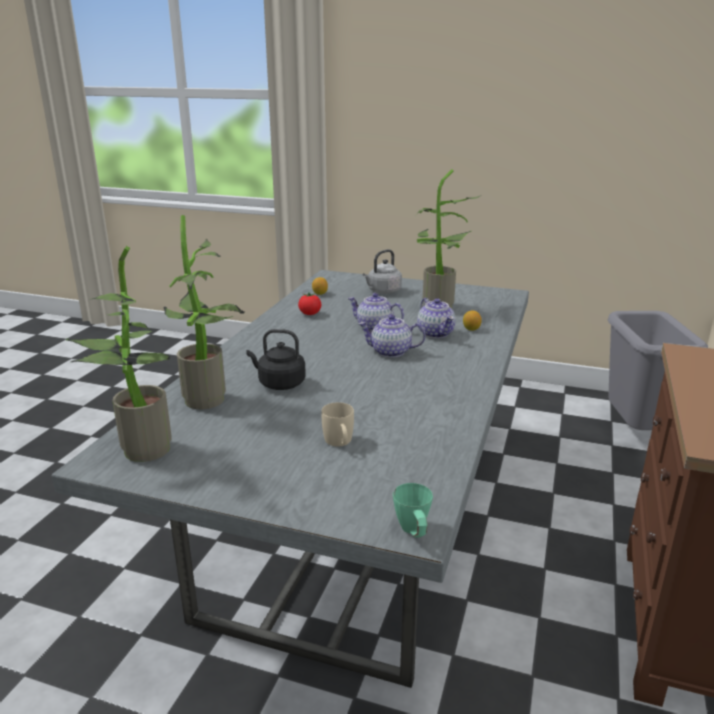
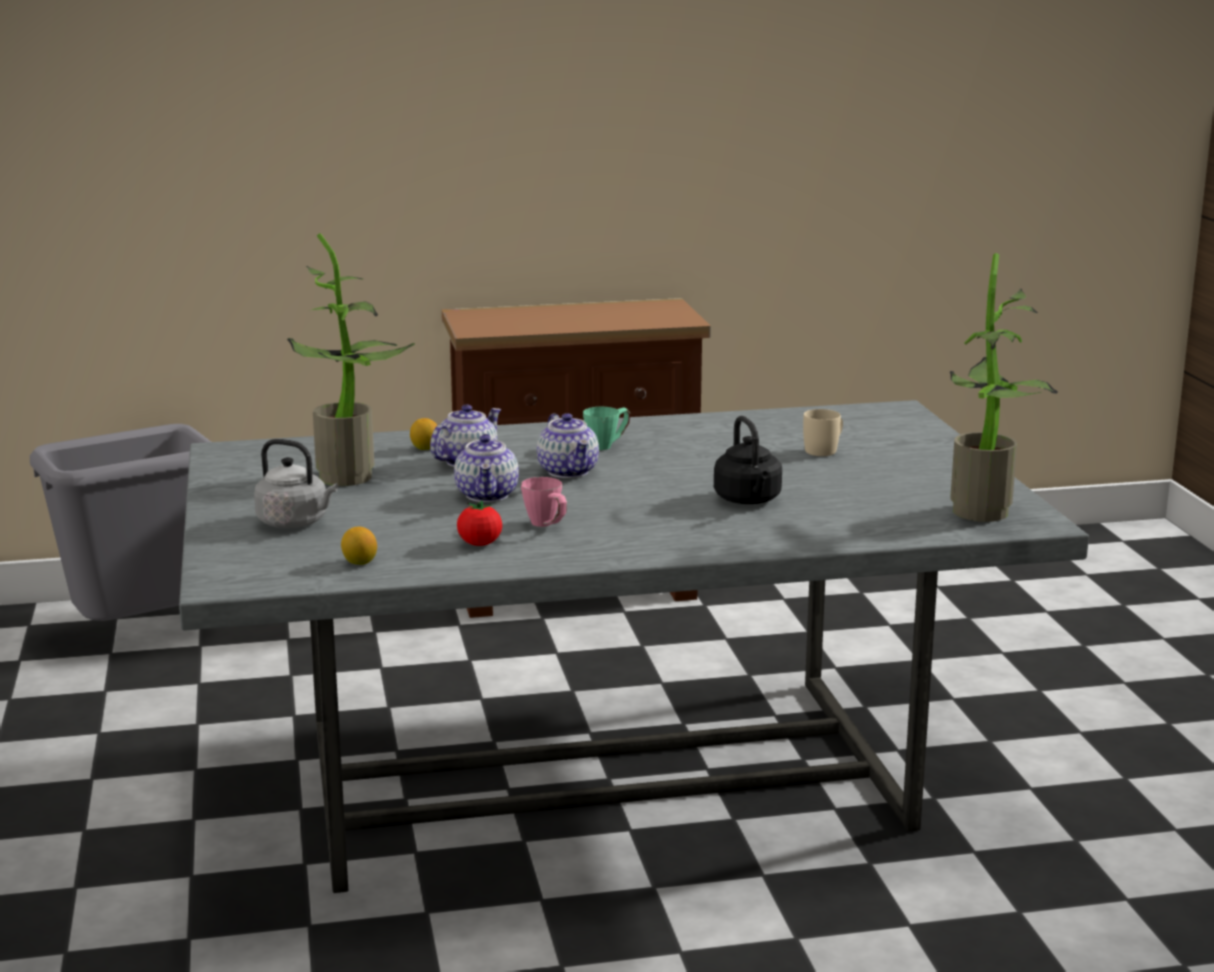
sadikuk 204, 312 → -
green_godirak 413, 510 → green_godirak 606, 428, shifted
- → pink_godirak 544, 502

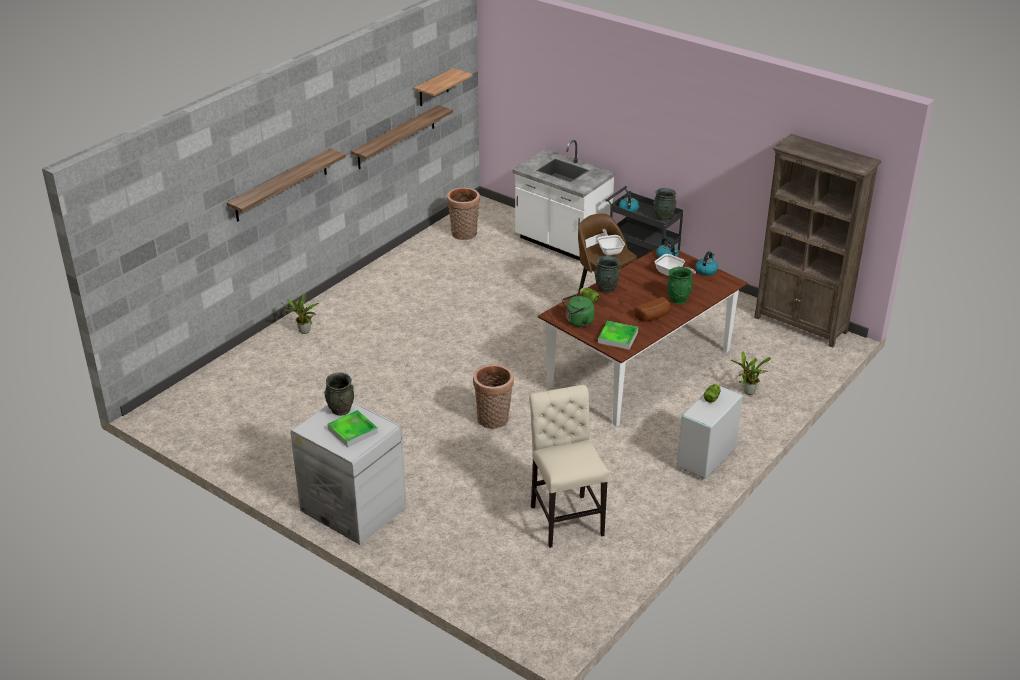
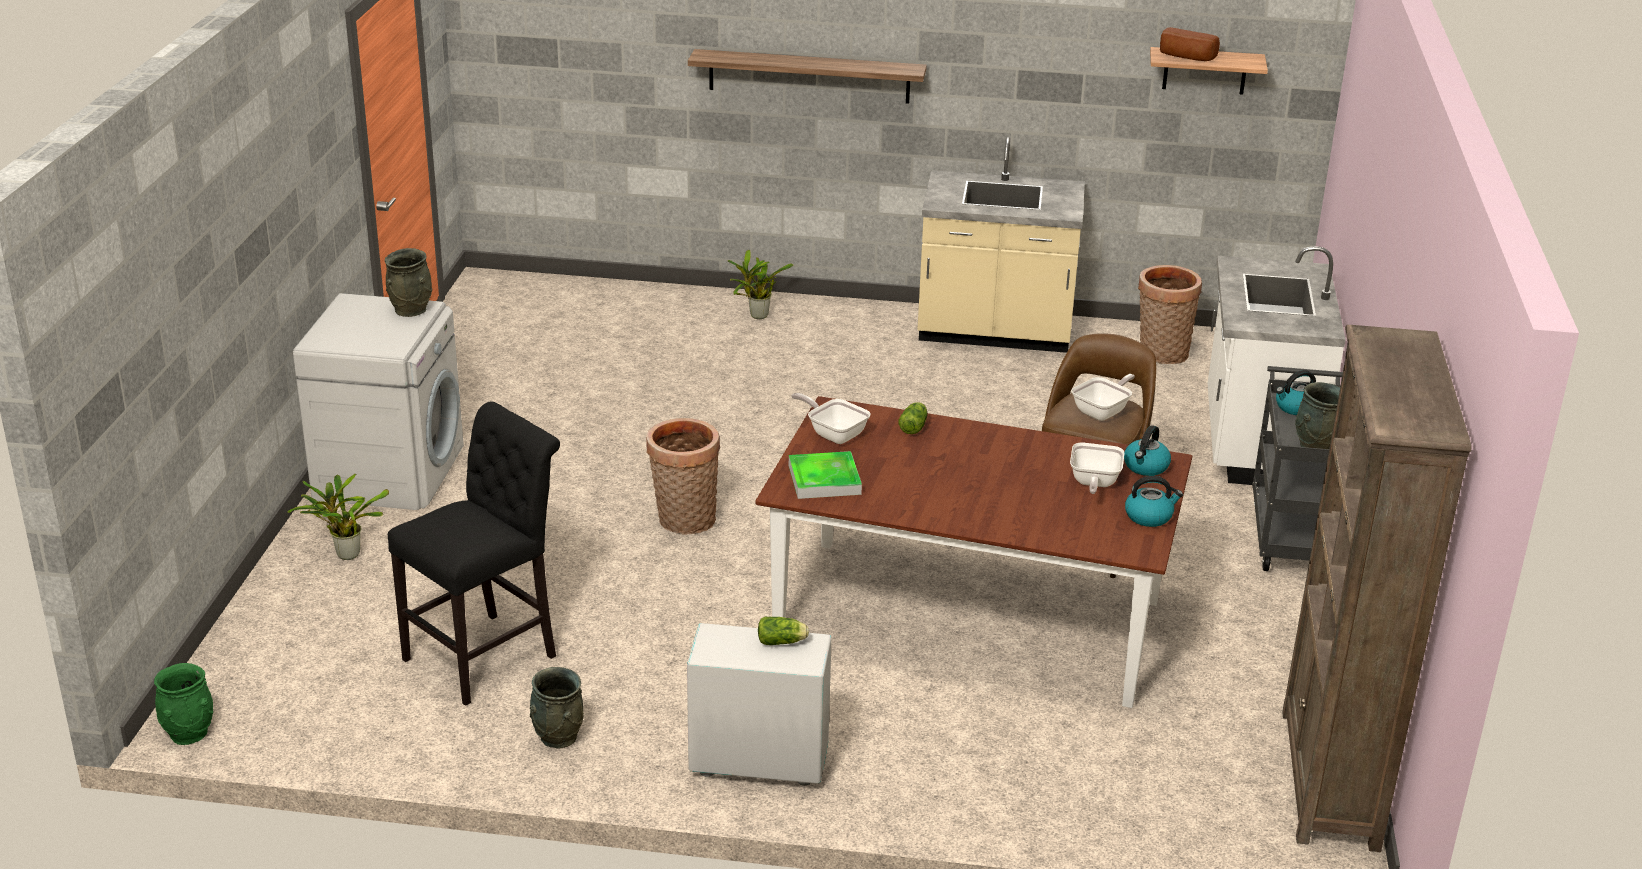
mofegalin 352, 428 → -
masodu 402, 137 → -
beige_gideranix 569, 466 → black_gideranix 474, 553
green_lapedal 578, 310 → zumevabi 831, 418
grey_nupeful 607, 274 → grey_nupeful 557, 708, shifted
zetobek 652, 309 → zetobek 1190, 44, shifted
green_nupeful 680, 285 → green_nupeful 183, 704, shifted
sadikuk 751, 373 → sadikuk 338, 517, shifted
- → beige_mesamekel 1001, 245

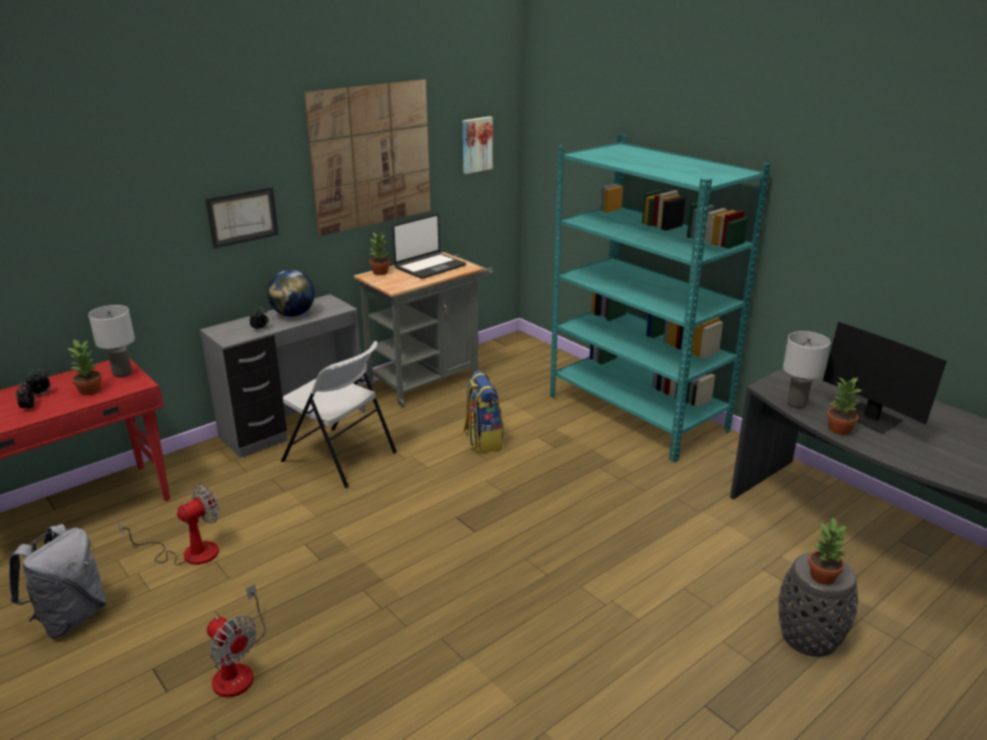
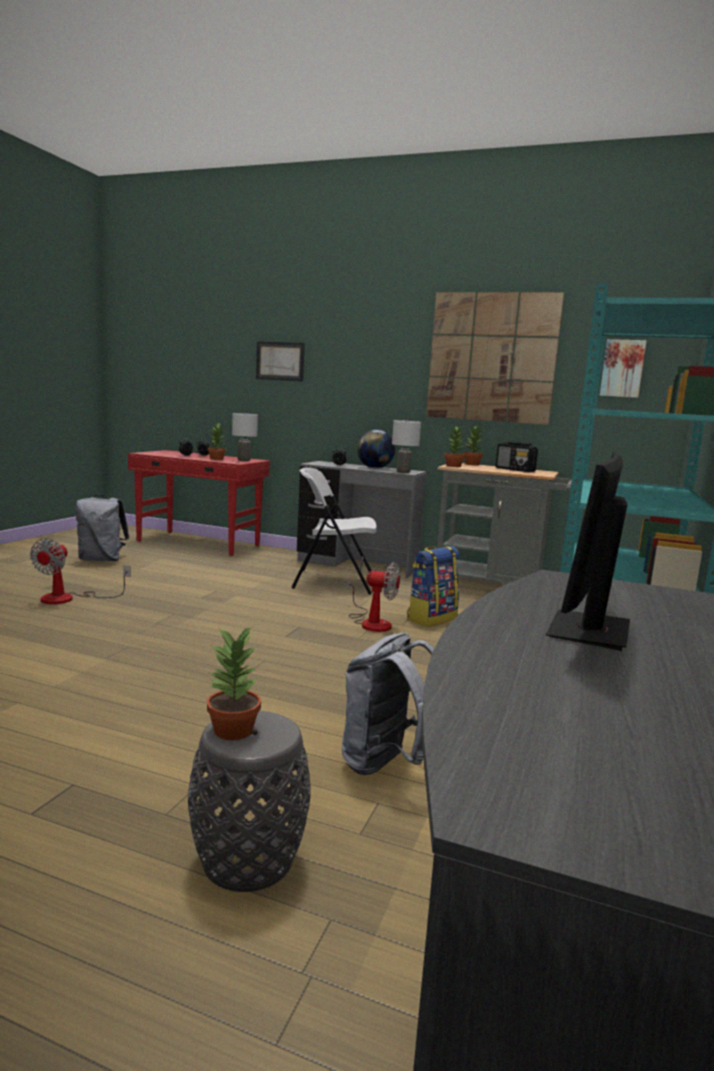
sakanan 168, 525 → sakanan 374, 597, shifted
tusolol 242, 218 → tusolol 280, 361, shifted
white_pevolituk 339, 415 → white_pevolituk 334, 531, 90 degrees clockwise
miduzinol 429, 246 → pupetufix 517, 456
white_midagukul 806, 370 → white_midagukul 406, 446, shifted
sadikuk 844, 405 → sadikuk 455, 445, shifted
- → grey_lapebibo 388, 704

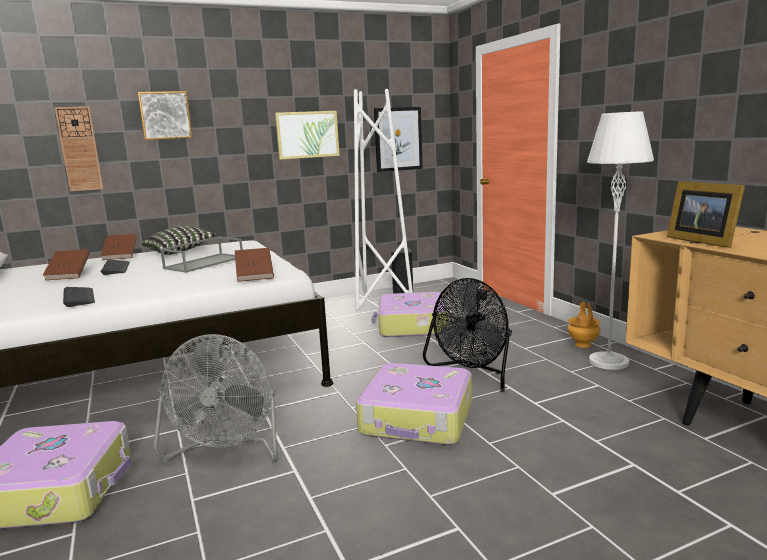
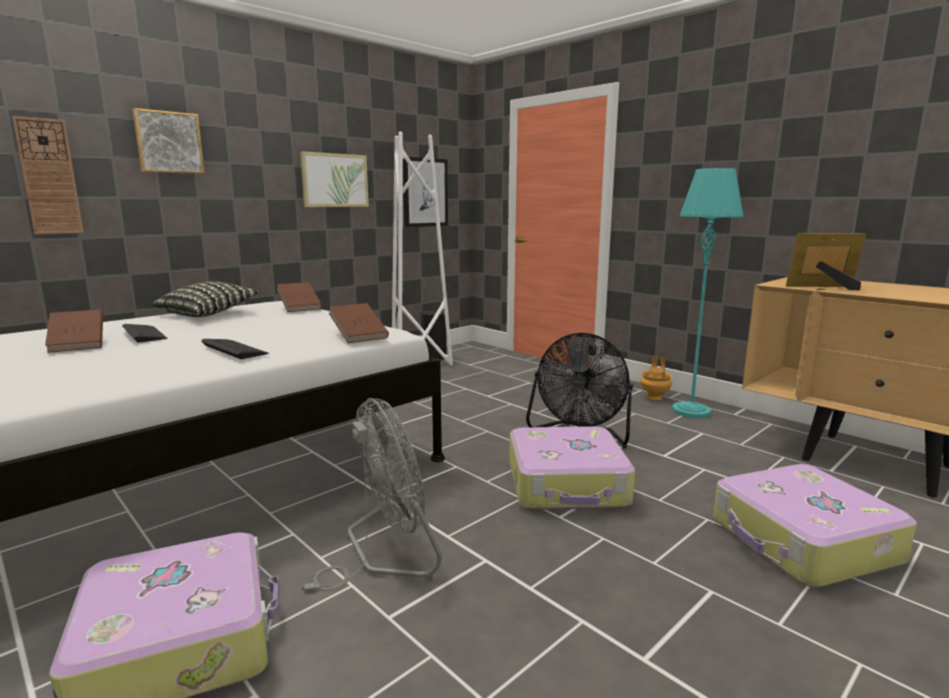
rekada 79, 297 → rekada 235, 349, shifted
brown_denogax 119, 247 → brown_denogax 299, 297, shifted
grey_sakanan 215, 400 → grey_sakanan 371, 495, 105 degrees counterclockwise
grey_mofegalin 201, 254 → -
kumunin 409, 314 → kumunin 815, 525, shifted
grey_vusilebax 620, 240 → turquoise_vusilebax 708, 293
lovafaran 706, 214 → lovafaran 826, 261, 135 degrees clockwise

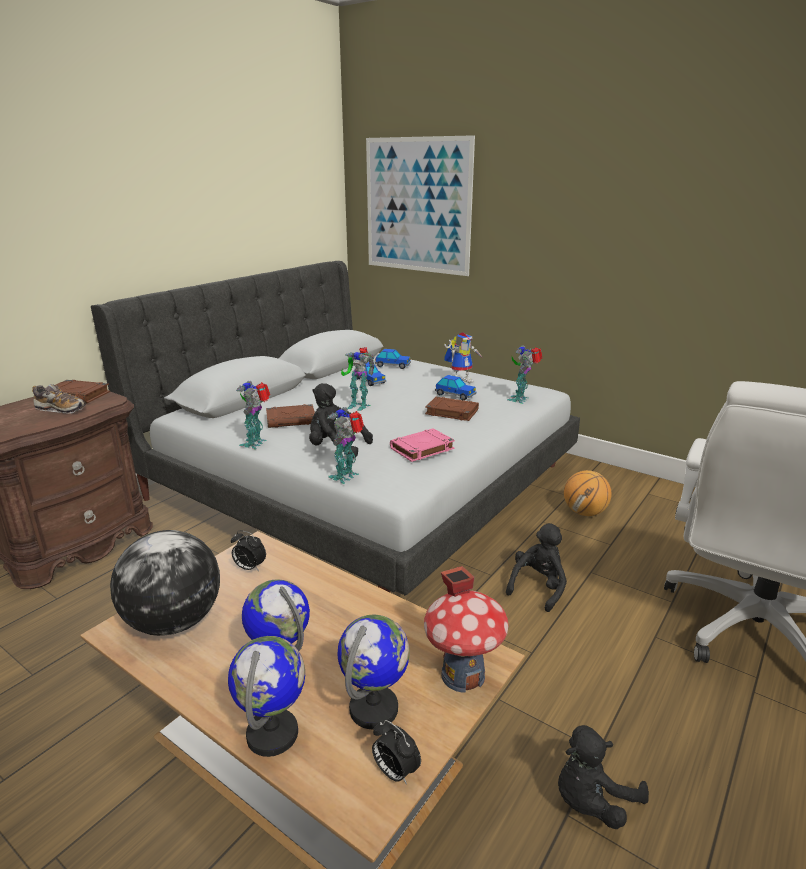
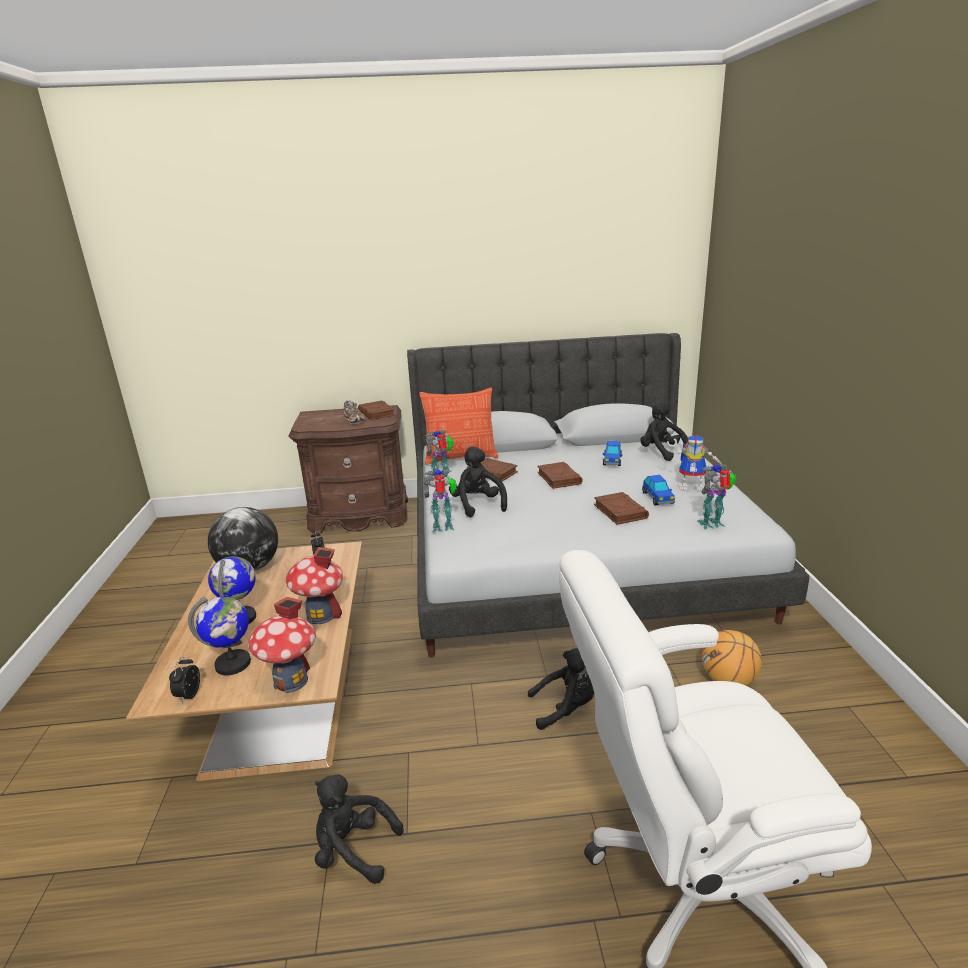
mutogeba 266, 696 → -
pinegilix 358, 379 → brown_denogax 560, 475
tusolol 420, 205 → -
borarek 393, 359 → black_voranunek 664, 431
pink_denogax 422, 445 → -
- → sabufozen 314, 585
- → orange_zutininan 458, 426

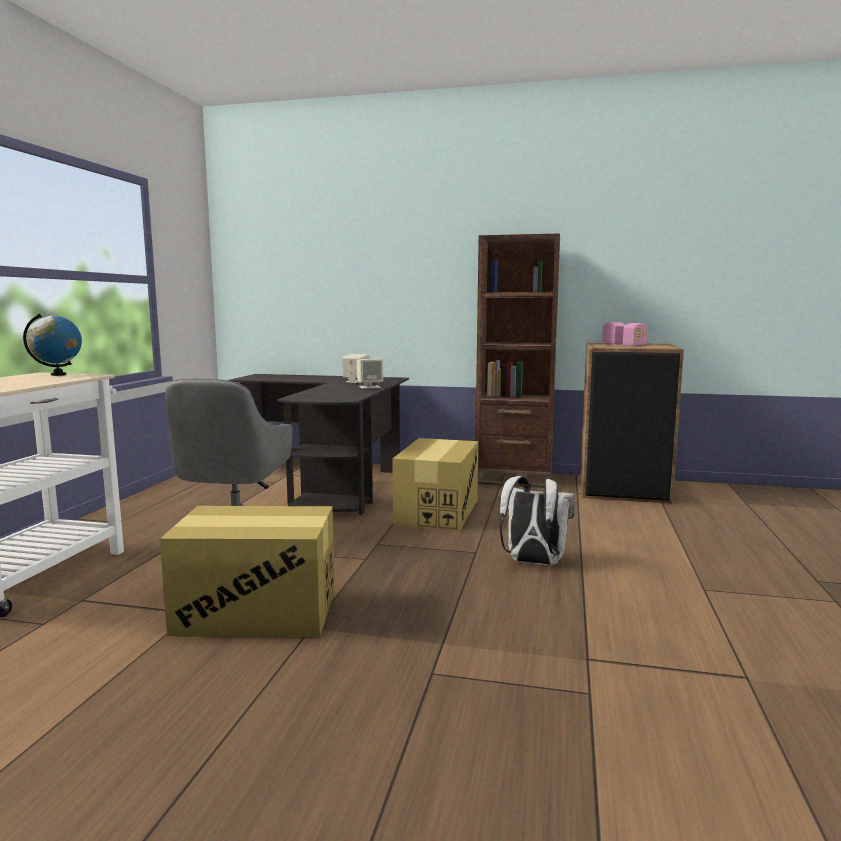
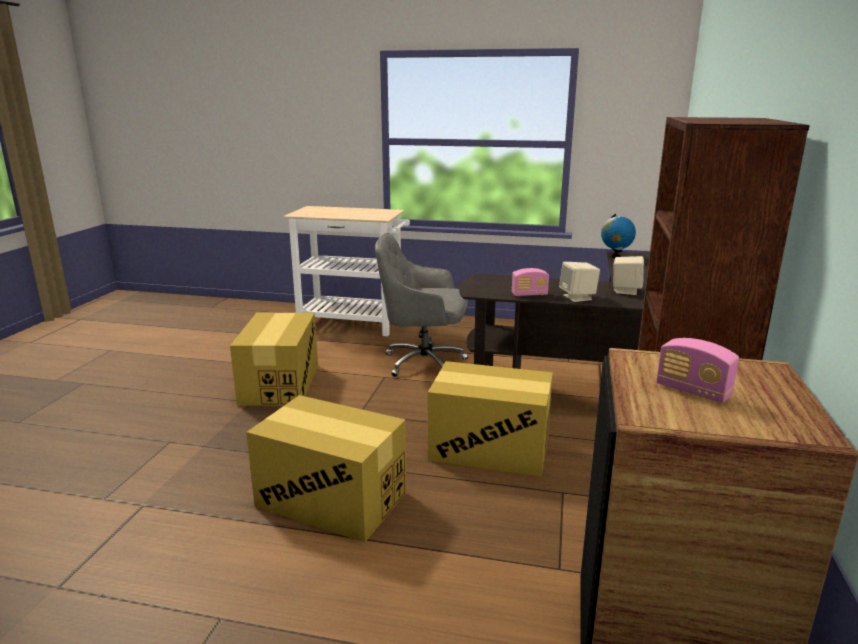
mutogeba 52, 345 → mutogeba 618, 236, shifted
white_lapebibo 536, 520 → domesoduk 326, 468
pupetufix 613, 333 → pupetufix 530, 282, shifted

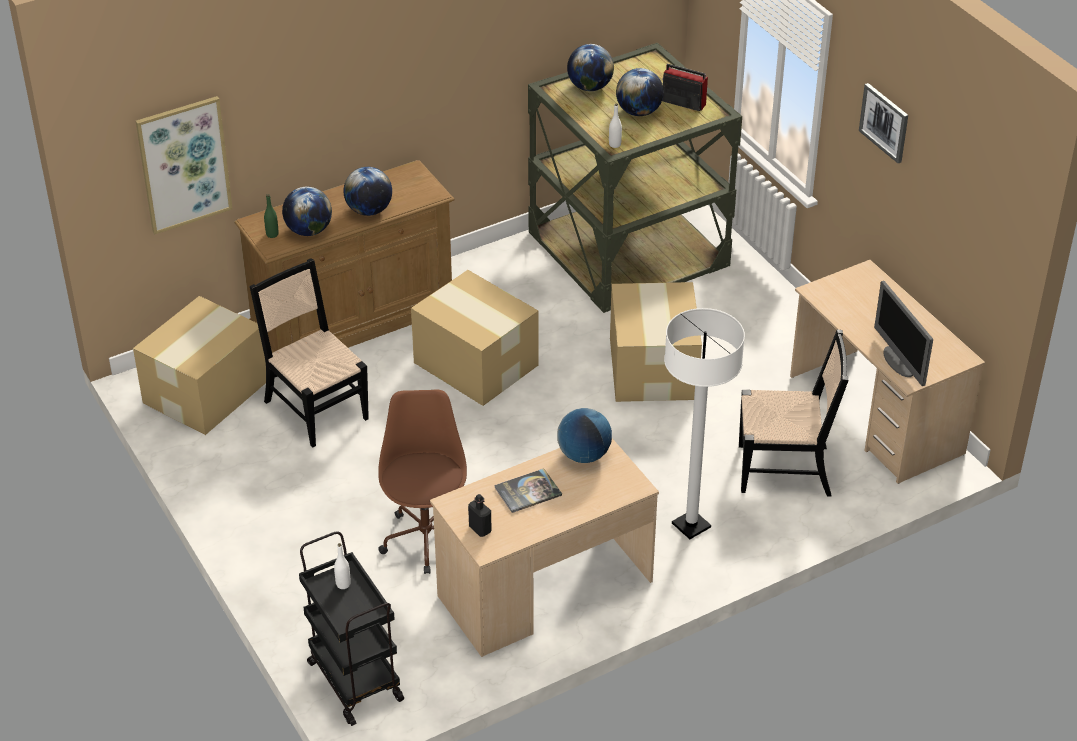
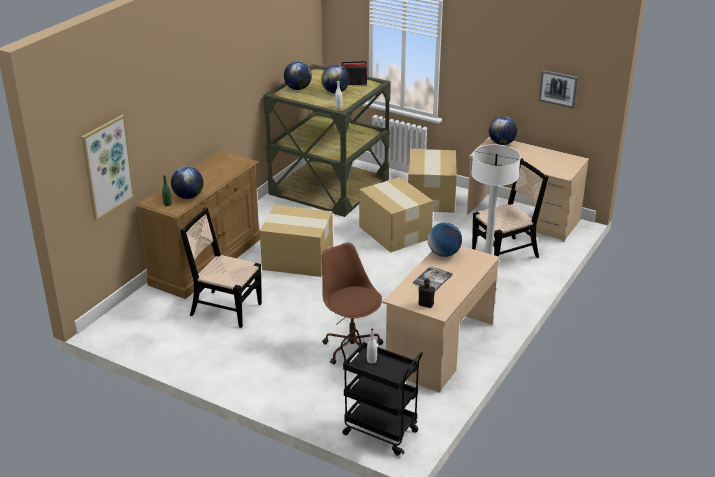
domesoduk 199, 365 → domesoduk 432, 181, shifted
mutogeba 367, 191 → mutogeba 503, 130, shifted
tusolol 883, 123 → tusolol 558, 89, shifted
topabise 903, 333 → -

